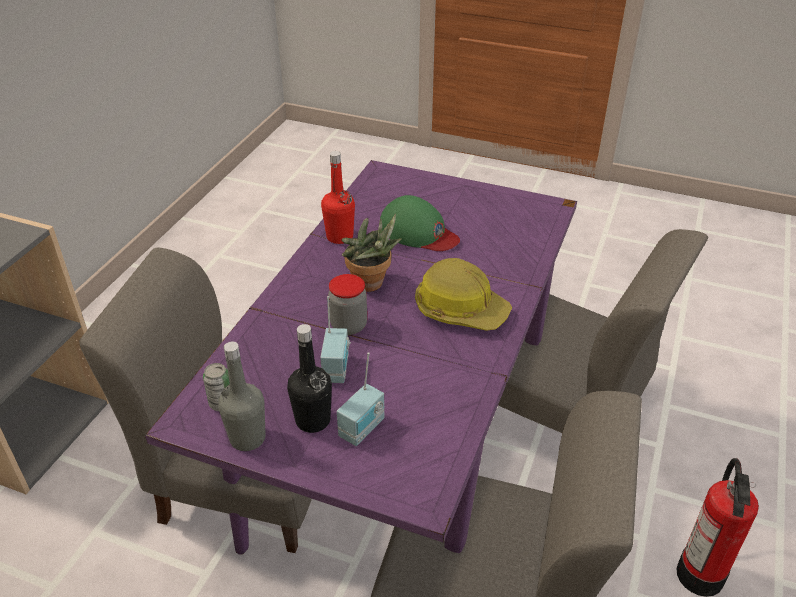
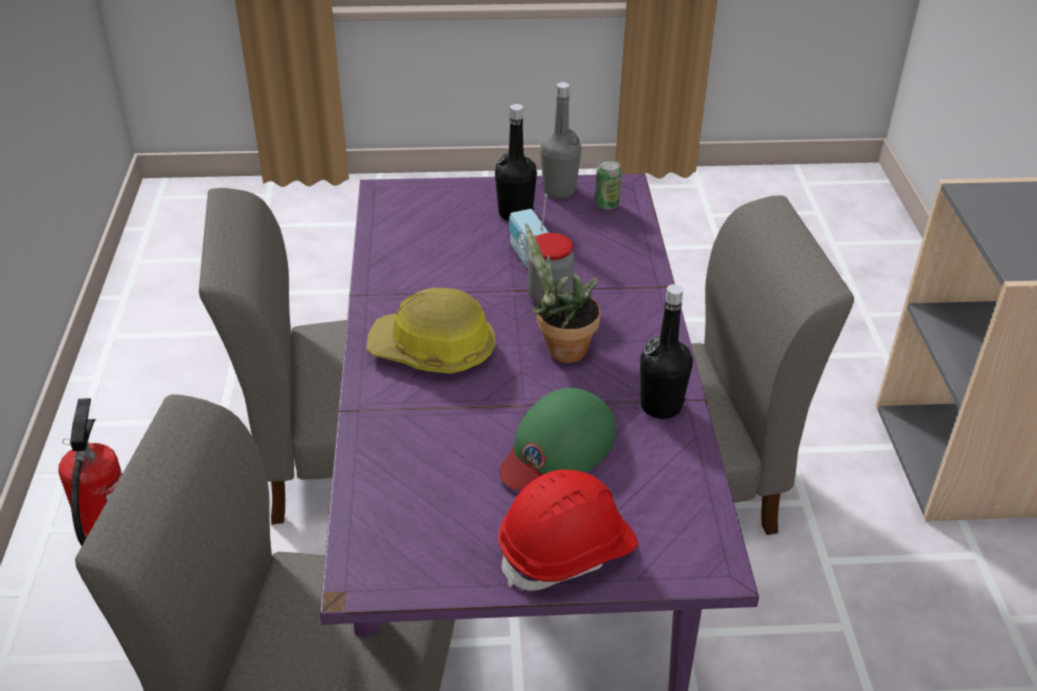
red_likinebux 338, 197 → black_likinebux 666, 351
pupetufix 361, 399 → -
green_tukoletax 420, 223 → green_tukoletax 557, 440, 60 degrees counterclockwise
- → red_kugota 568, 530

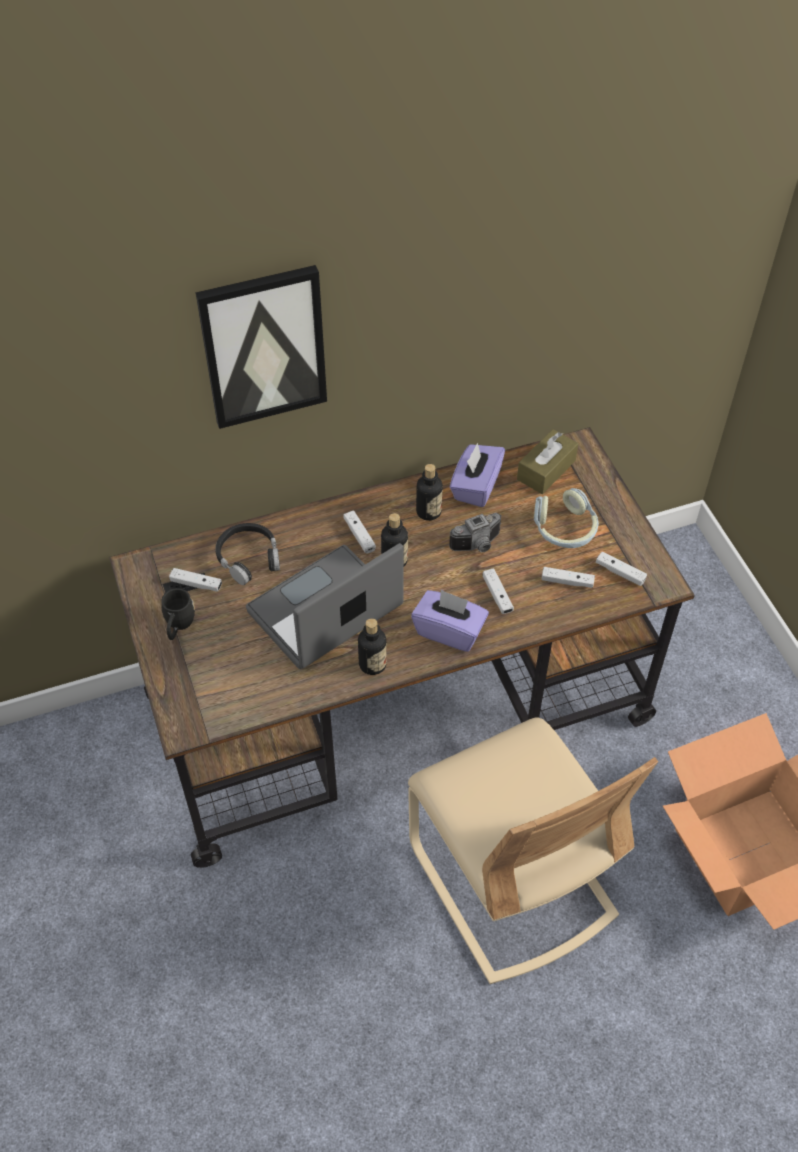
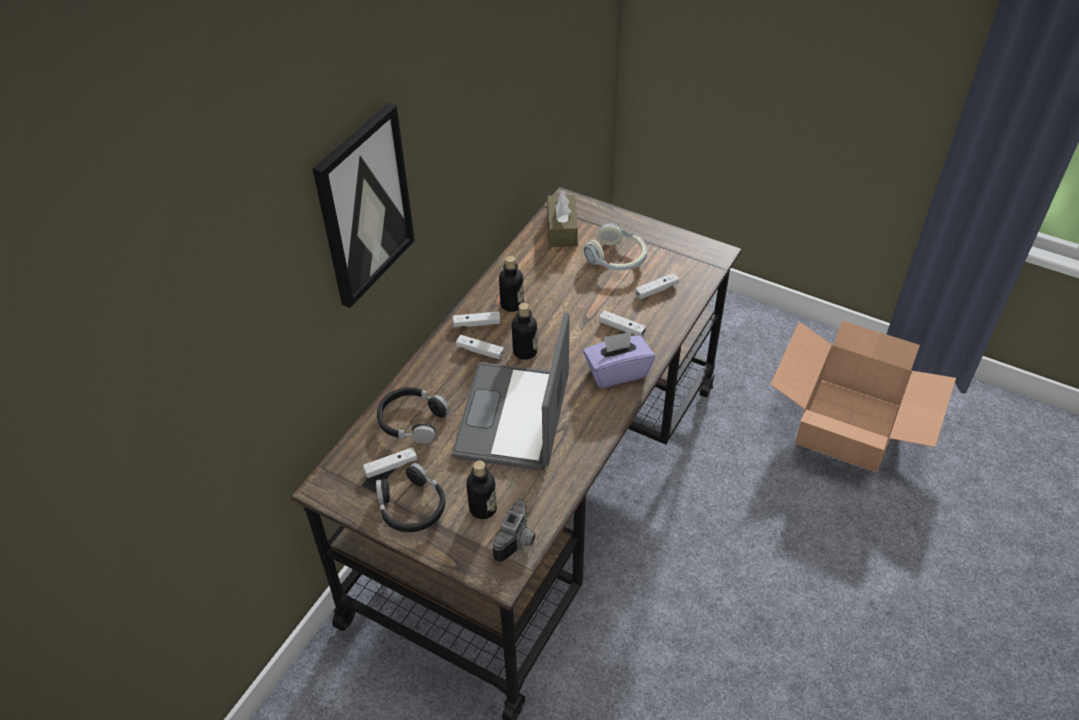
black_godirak 178, 614 → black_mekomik 410, 497
likinebux 372, 646 → likinebux 481, 489, shifted
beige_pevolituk 533, 851 → -
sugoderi 475, 532 → sugoderi 514, 531, shifted
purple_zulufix 477, 475 → -
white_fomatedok 621, 569 → white_fomatedok 476, 319, shifted

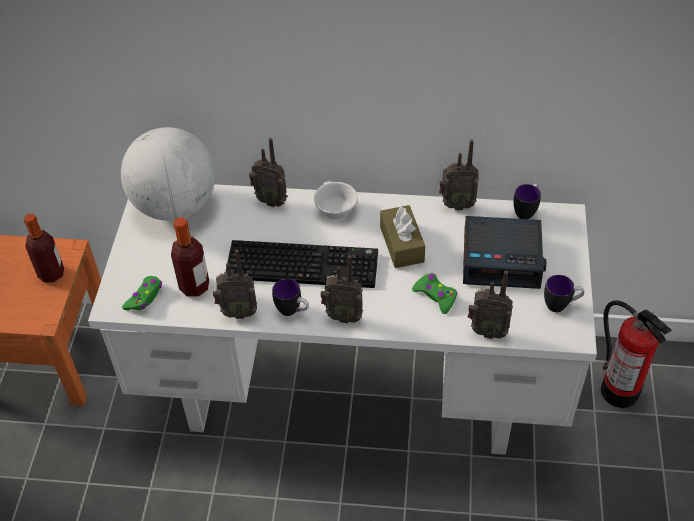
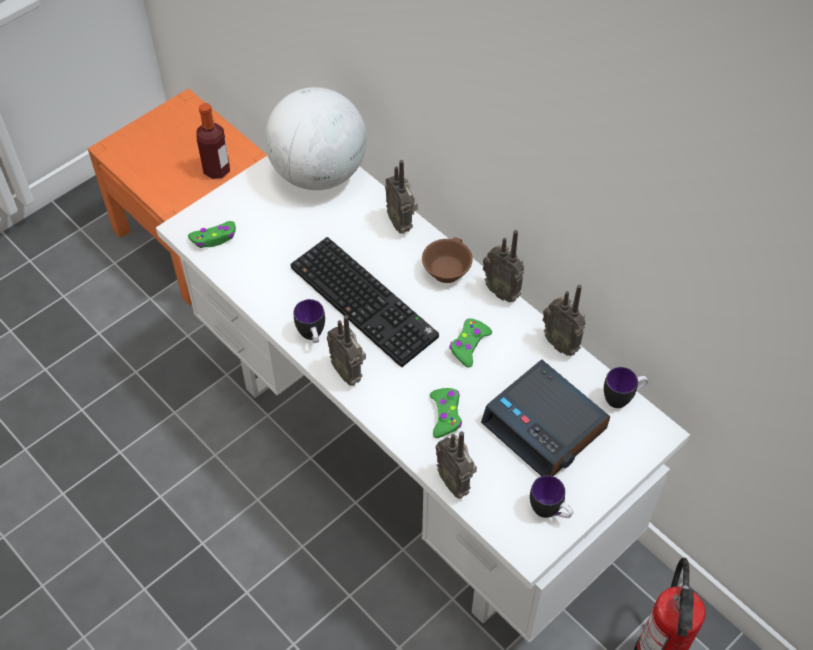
likinebux 190, 257 → -
pupetufix 235, 284 → pupetufix 503, 266, shifted
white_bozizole 336, 200 → brown_bozizole 447, 260
brown_zulufix 402, 236 → green_fomatedok 470, 343

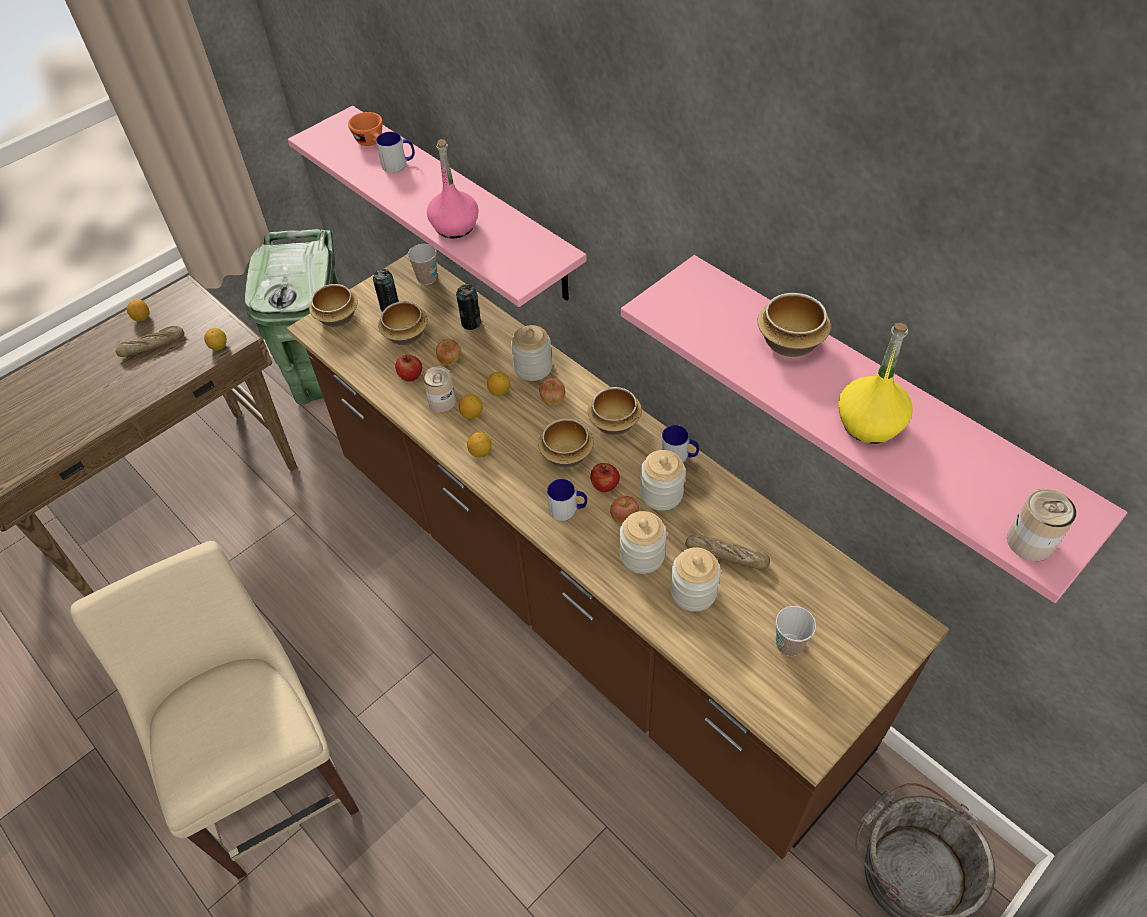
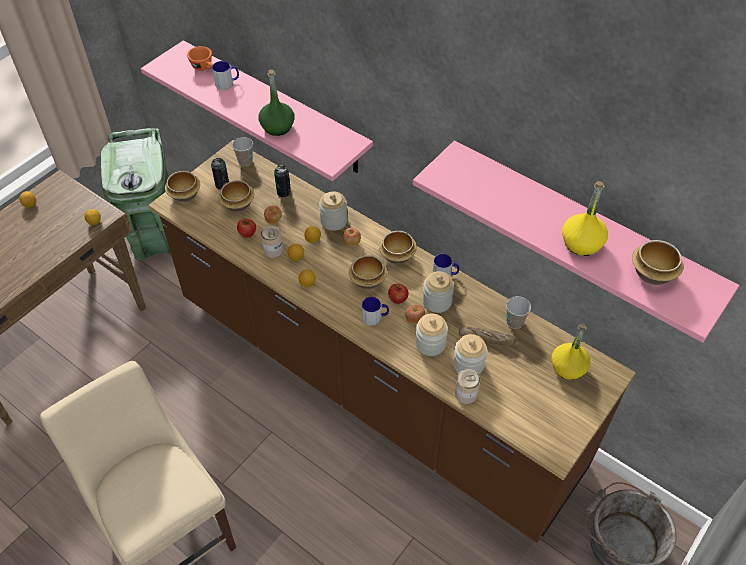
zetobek 149, 341 → -
pink_likinebux 453, 188 → green_likinebux 277, 102
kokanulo 794, 325 → kokanulo 658, 262, shifted
bozizole 796, 631 → bozizole 518, 312, shifted
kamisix 1042, 525 → kamisix 467, 386, shifted
- → yellow_likinebux 570, 352

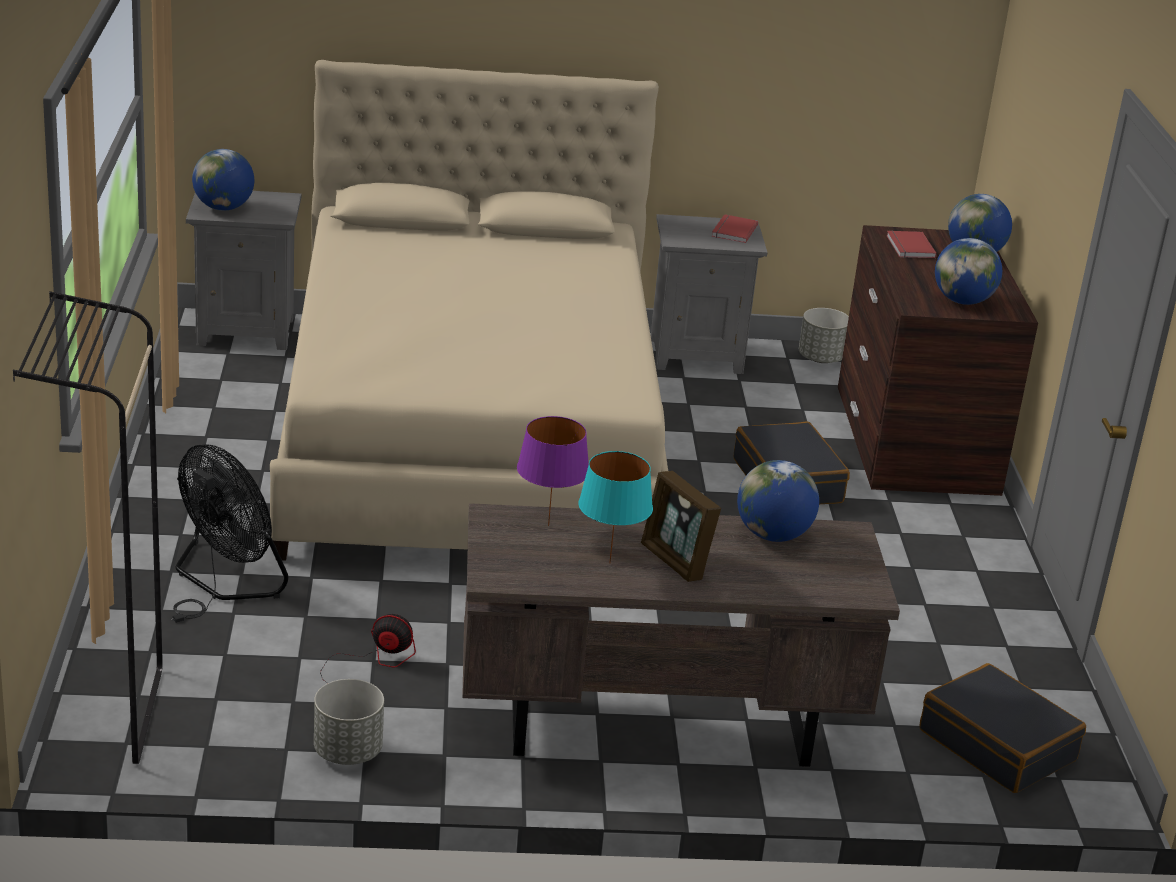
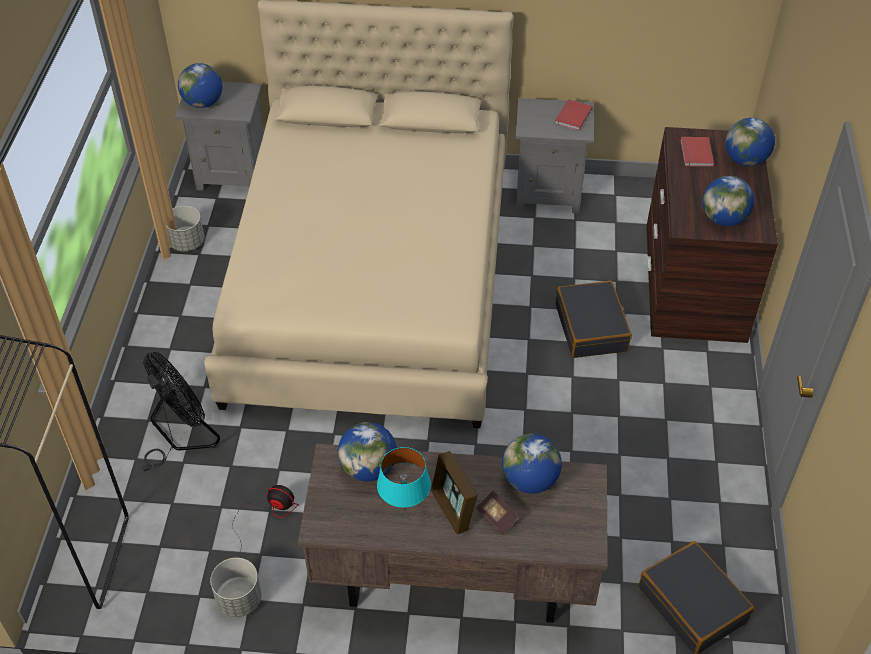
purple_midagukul 553, 471 → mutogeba 367, 451
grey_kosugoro 824, 335 → grey_kosugoro 185, 228, shifted
- → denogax 497, 513

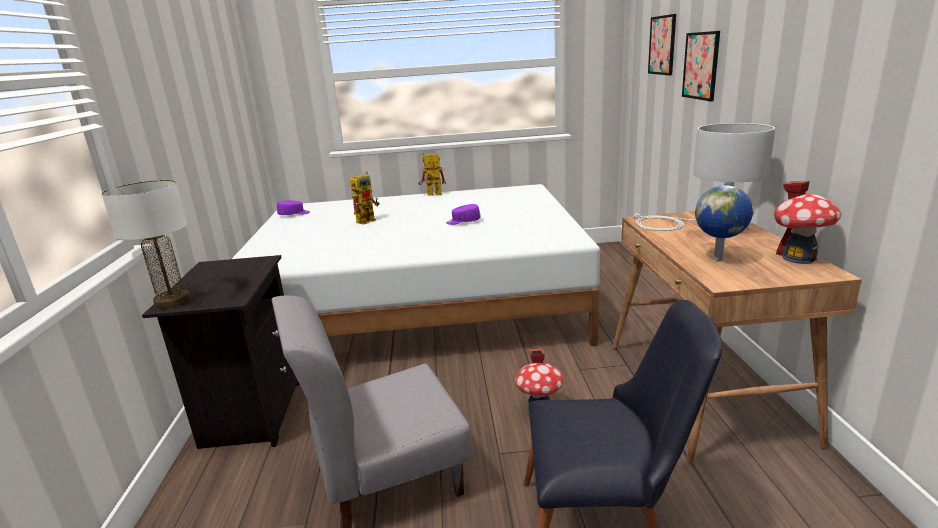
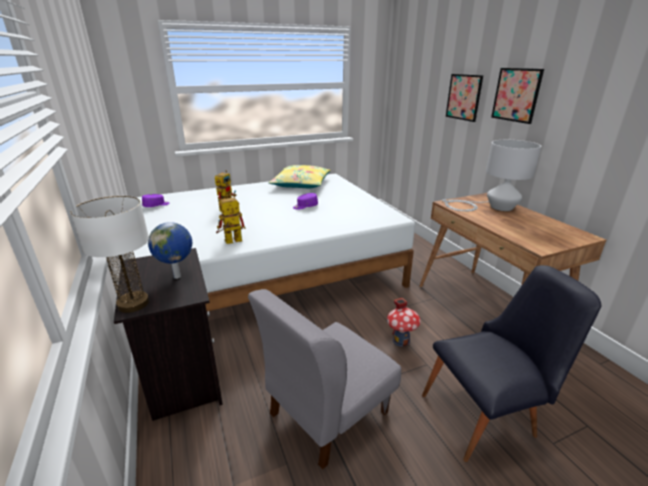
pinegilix 432, 174 → pinegilix 231, 221, shifted
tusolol 662, 45 → tusolol 517, 96, shifted
mutogeba 724, 223 → mutogeba 170, 250, shifted
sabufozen 807, 222 → -
- → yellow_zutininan 299, 176

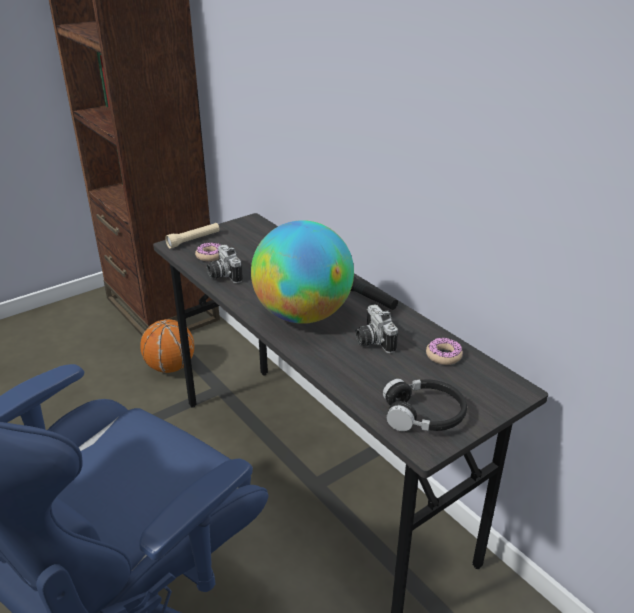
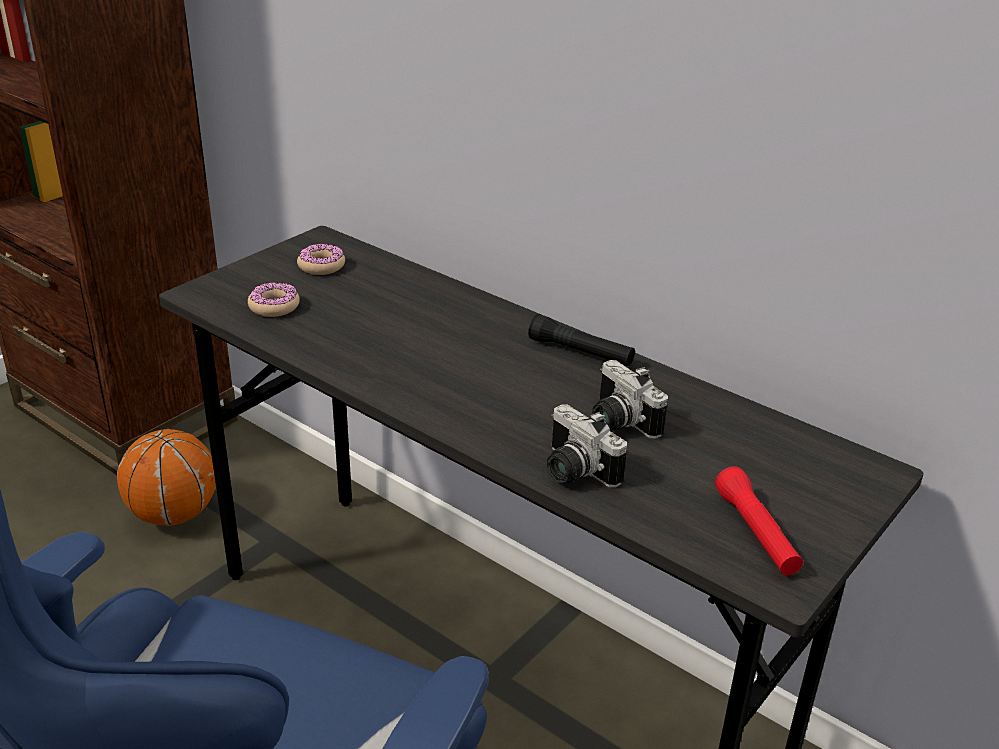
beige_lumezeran 192, 235 → -
sugoderi 225, 264 → sugoderi 587, 446, shifted
mutogeba 302, 272 → -
black_mekomik 425, 405 → red_lumezeran 759, 520
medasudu 444, 351 → medasudu 321, 259, shifted

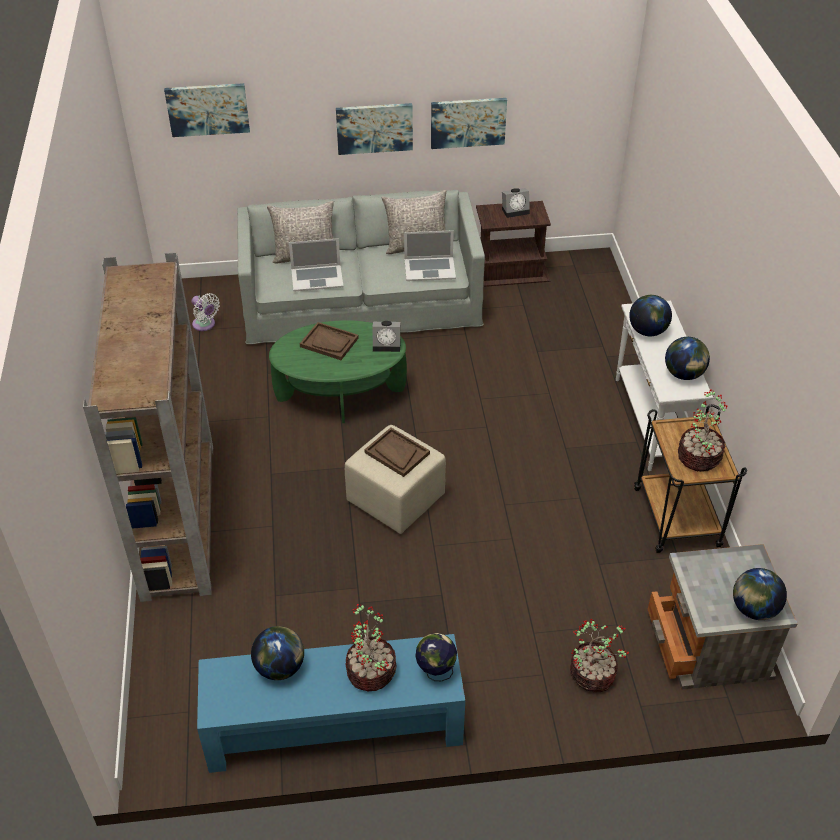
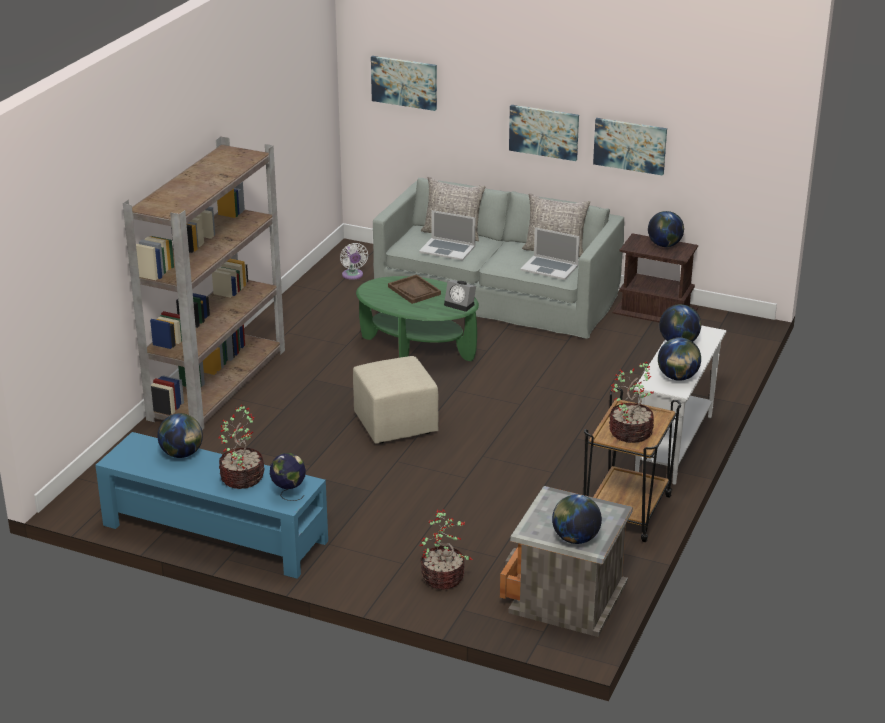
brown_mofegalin 397, 452 → -
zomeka 516, 203 → mutogeba 666, 229

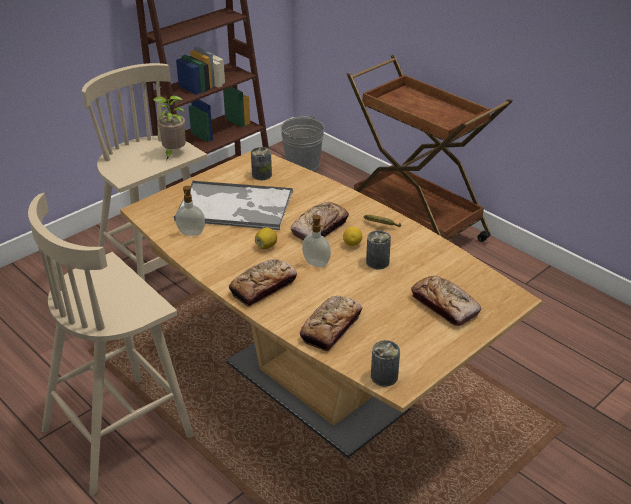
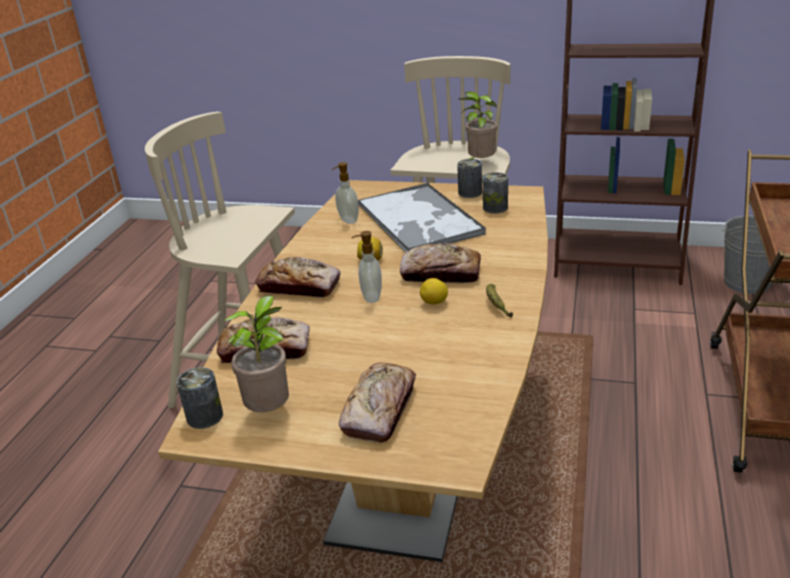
kamisix 378, 250 → kamisix 469, 178, shifted
- → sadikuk 256, 353

